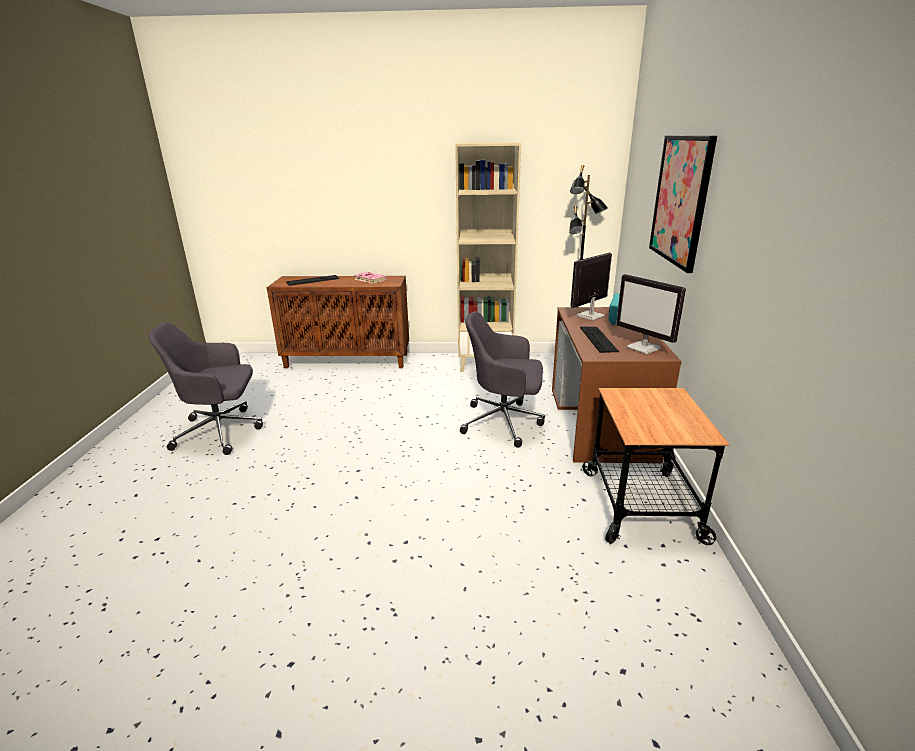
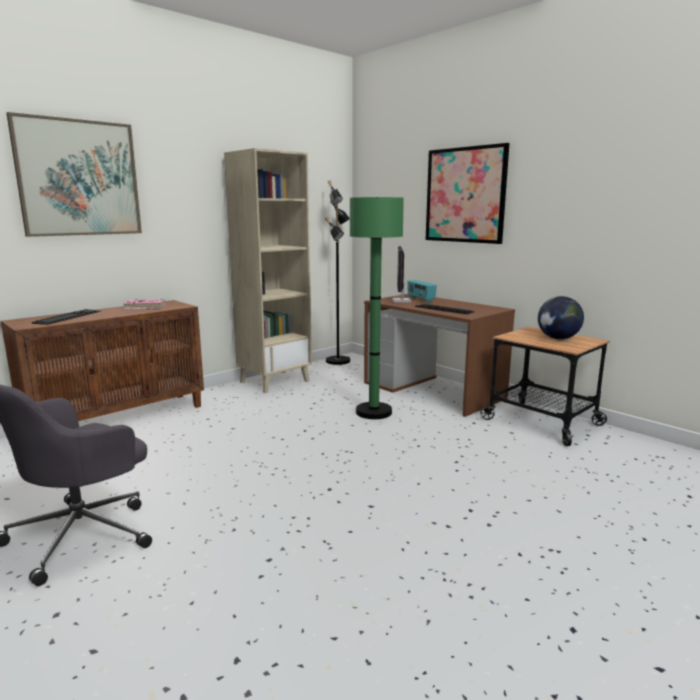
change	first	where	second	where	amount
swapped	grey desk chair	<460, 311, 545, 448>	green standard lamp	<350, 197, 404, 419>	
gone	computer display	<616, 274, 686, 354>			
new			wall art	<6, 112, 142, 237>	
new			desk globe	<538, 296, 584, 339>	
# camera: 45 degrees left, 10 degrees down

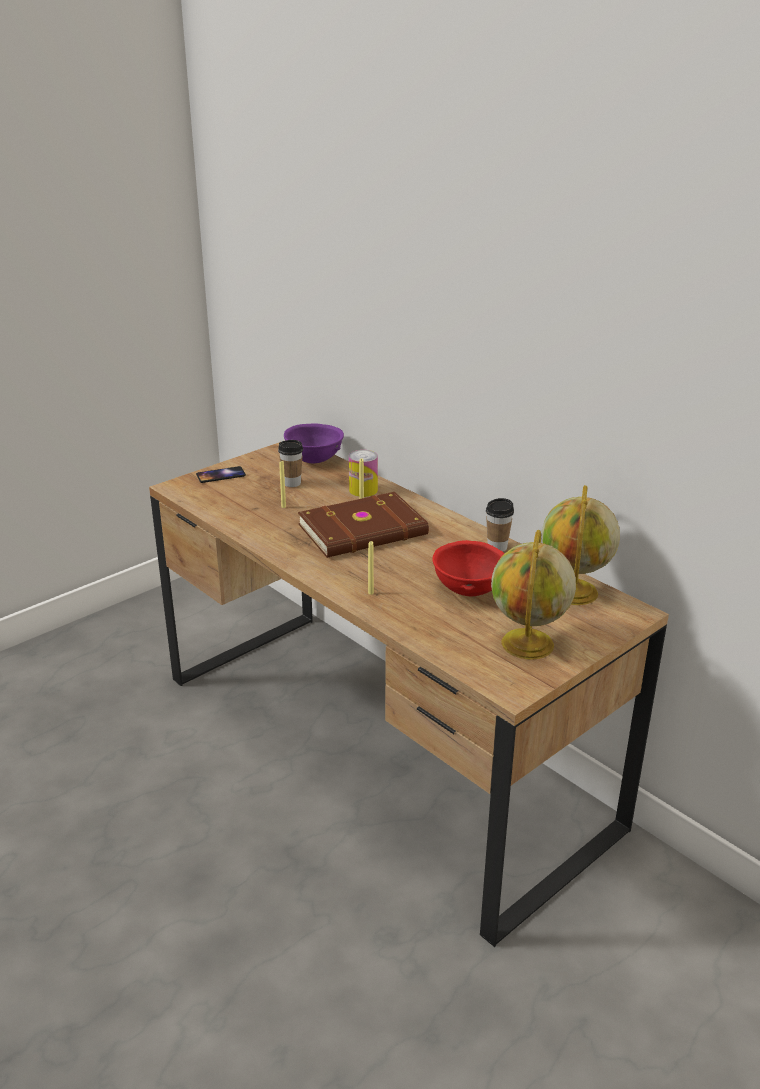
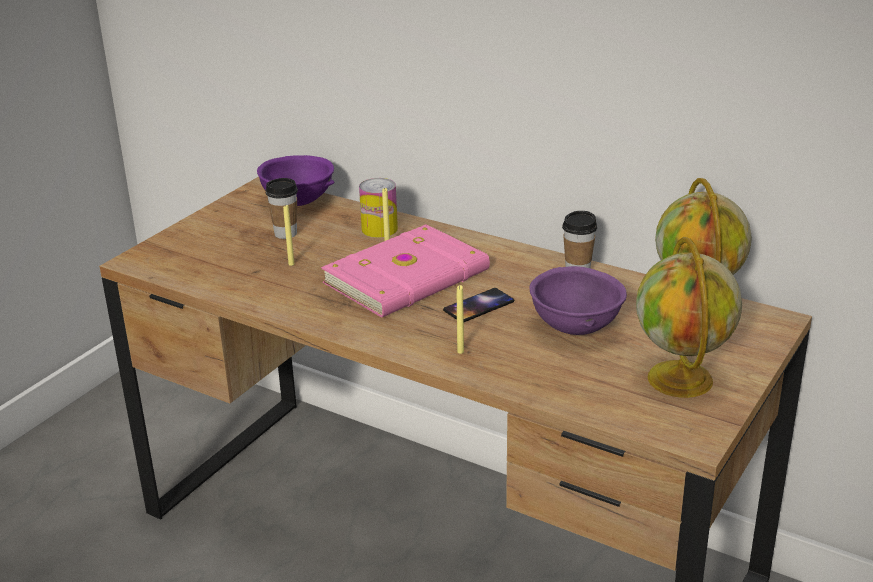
change	first	where	second	where	amount
shifted	handset	<196, 466, 246, 483>		<443, 288, 514, 322>	
repainted	brown-coloured bound book	<298, 492, 429, 558>	pinkish bound book	<321, 224, 490, 317>	
repainted	red bowl	<432, 540, 505, 597>	purplish bowl	<530, 266, 627, 335>	
# camera: 15 degrees left, 0 degrees up

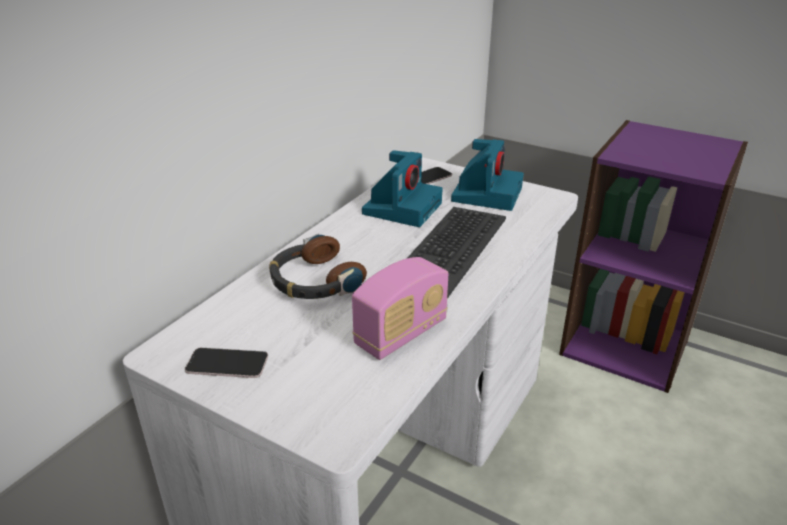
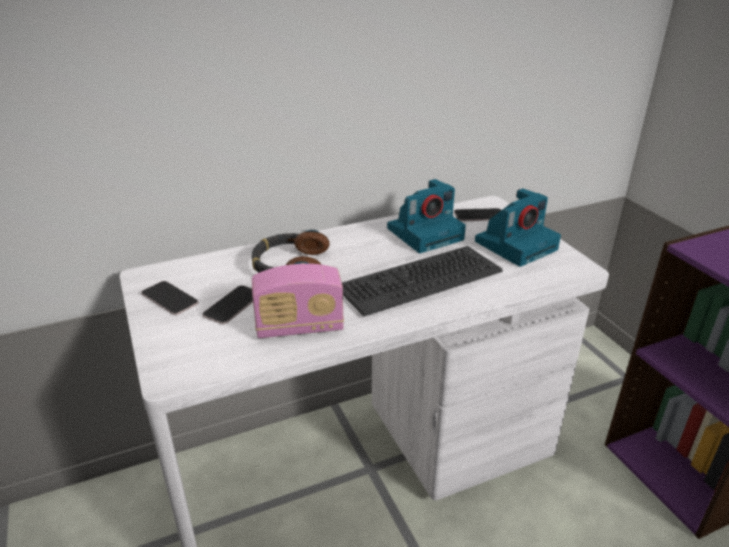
change	first	where	second	where	amount
new			handset	<202, 285, 253, 324>	
# camera: 35 degrees right, 0 degrees up

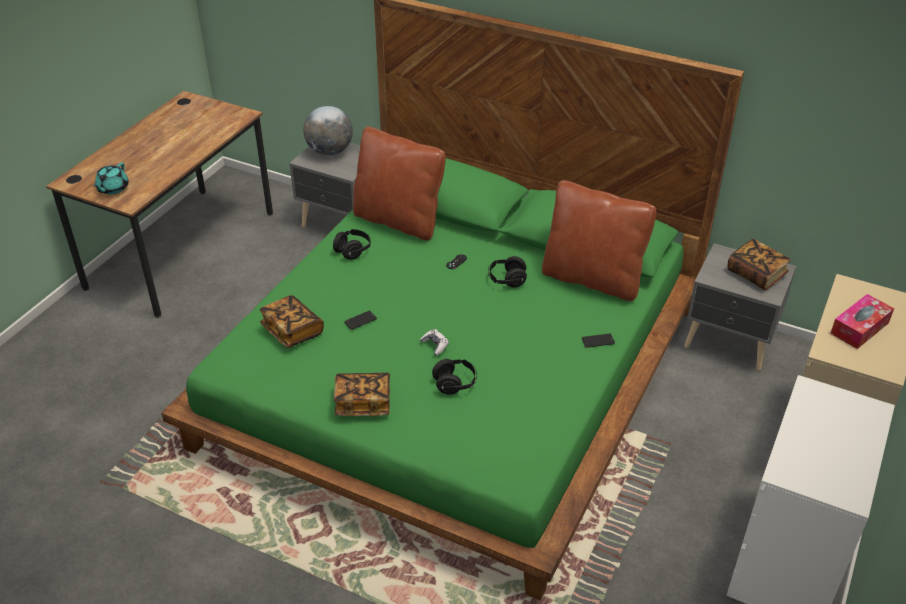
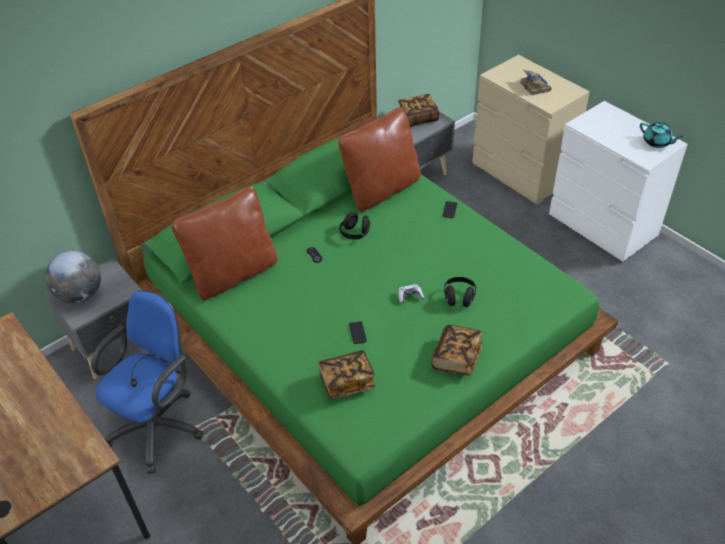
change	first	where	second	where	amount
shifted	turquoise-coloured pot for tea	<93, 162, 129, 195>		<640, 122, 683, 148>	
gone	black-coloured pair of headphones	<333, 229, 371, 260>			
swapped	box of tissues	<830, 294, 894, 349>	bound book	<520, 69, 552, 96>	
new			blue-coloured desk chair	<91, 290, 204, 474>	
# camera: 65 degrees left, 5 degrees up

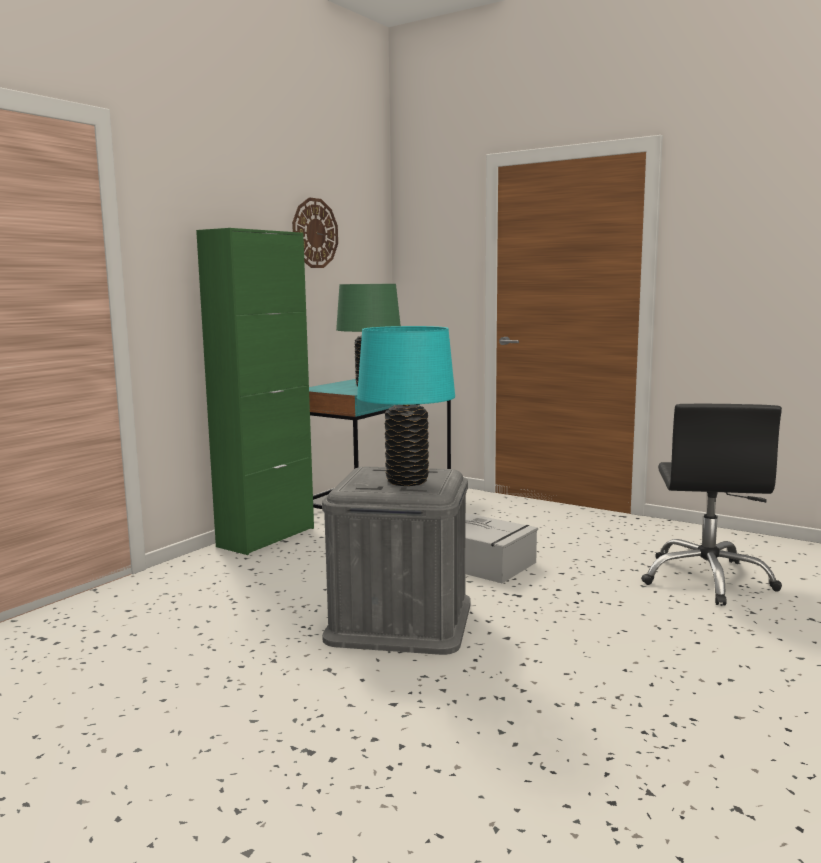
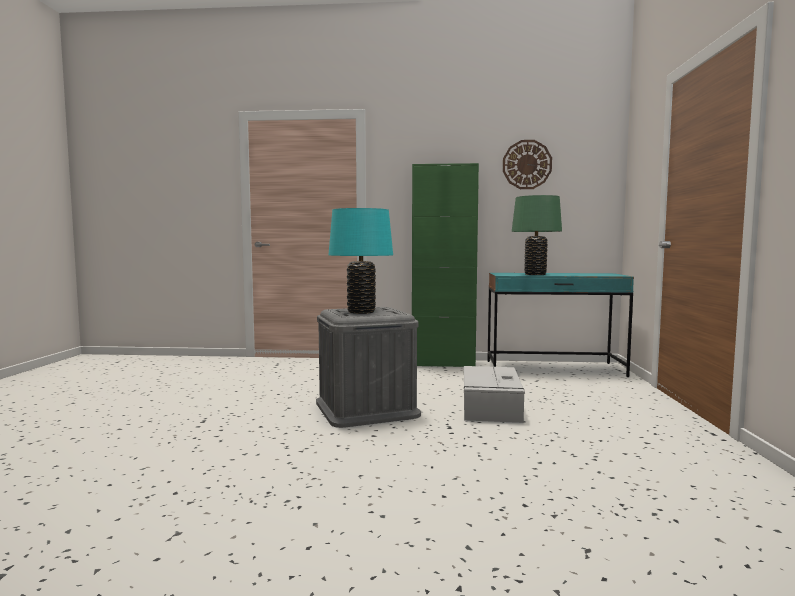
change	first	where	second	where	amount
gone	black-coloured desk chair	<641, 404, 782, 605>			
# camera: 60 degrees right, 5 degrees down

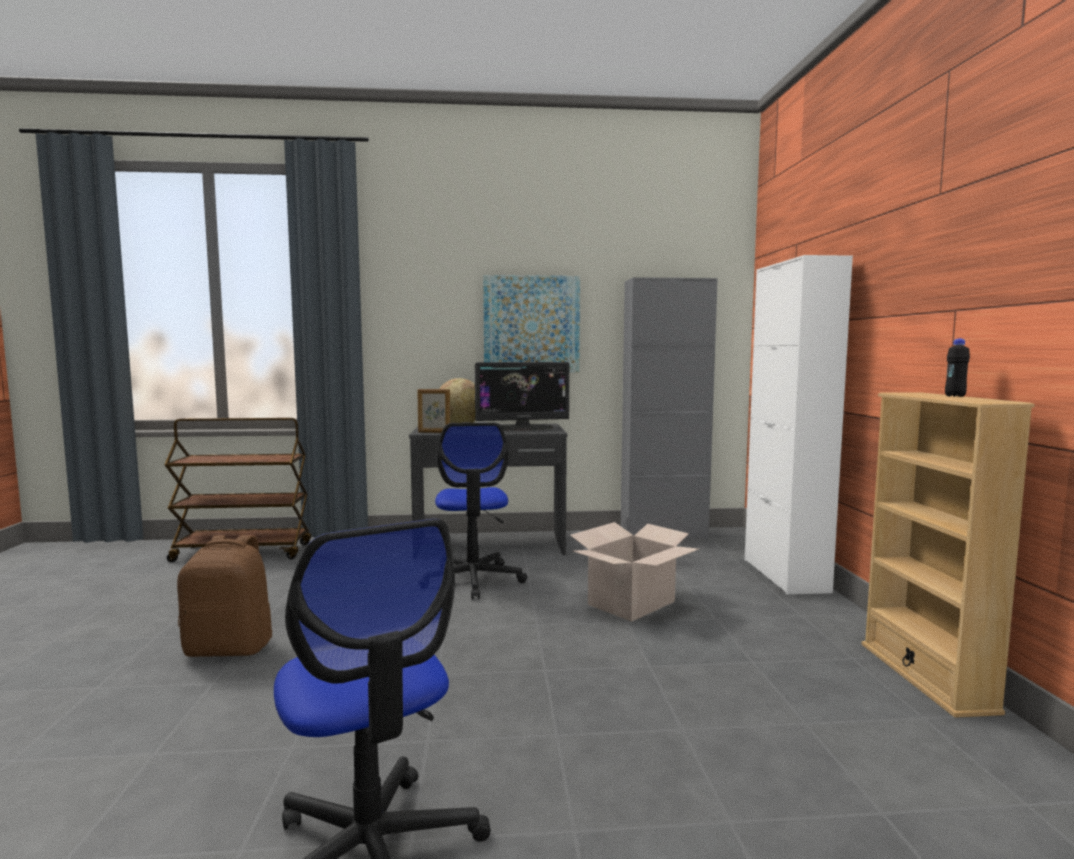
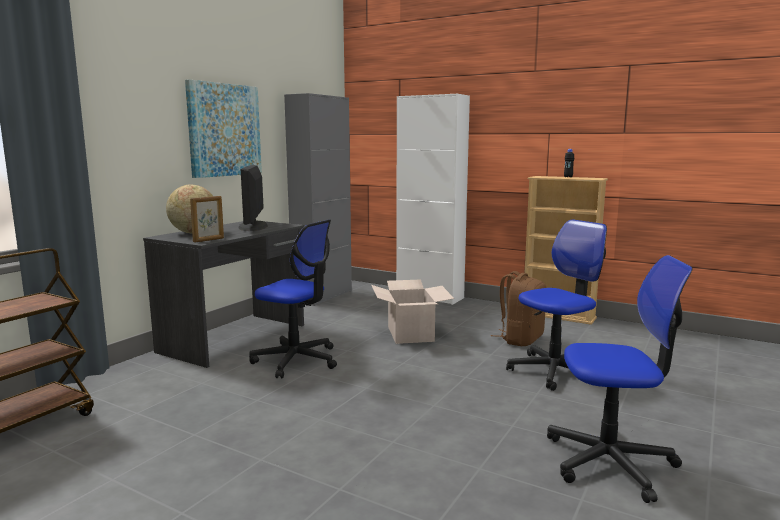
change	first	where	second	where	amount
shifted	brown-coloured rucksack	<177, 535, 272, 657>		<491, 271, 546, 346>	
rotated	computer display	<475, 362, 569, 431>		<239, 164, 268, 231>	150 degrees clockwise
new			desk chair	<506, 219, 607, 391>	
# camera: 55 degrees left, 5 degrees up

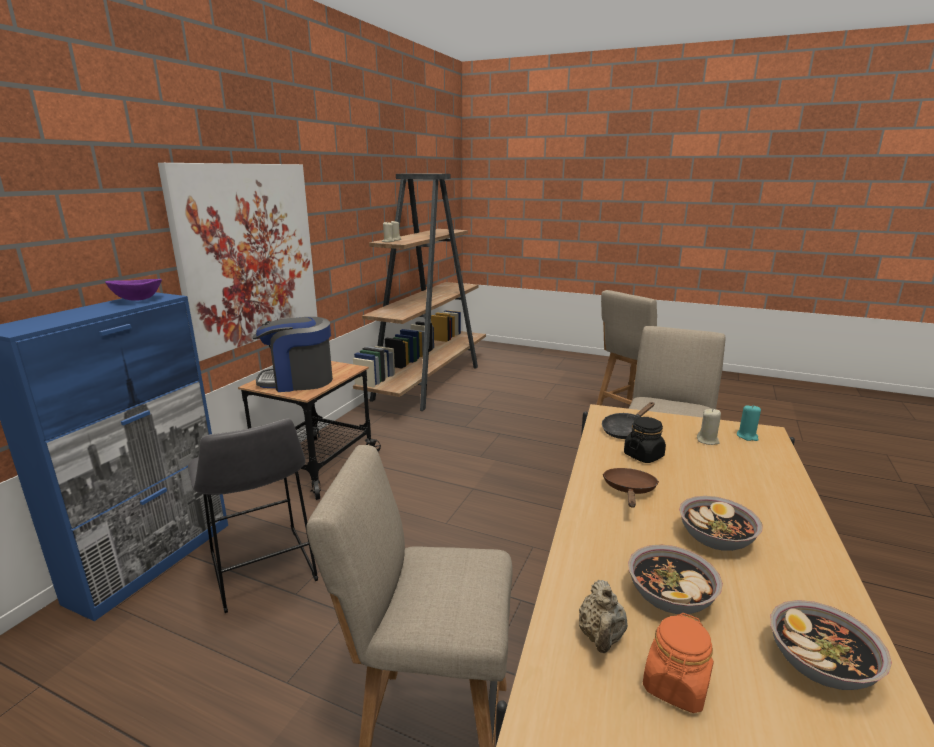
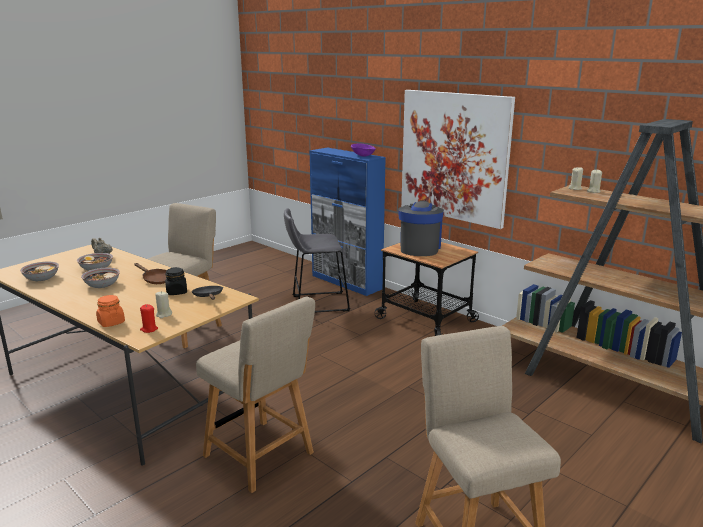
change	first	where	second	where	amount
shifted	orange jar	<643, 613, 714, 713>		<96, 295, 125, 327>	
repainted	turquoise-coloured wax light	<737, 405, 761, 441>	red wax light	<140, 304, 158, 333>	
# camera: 110 degrees right, 0 degrees up

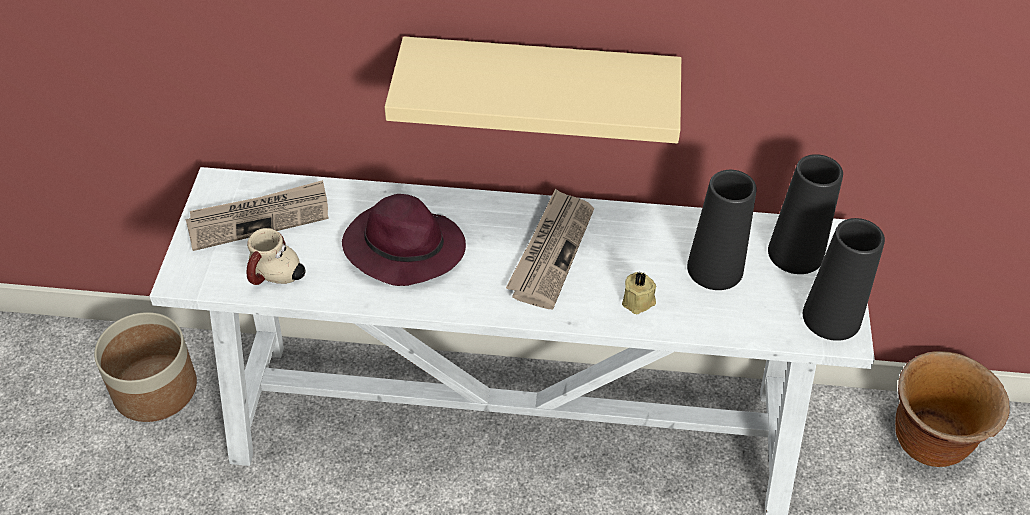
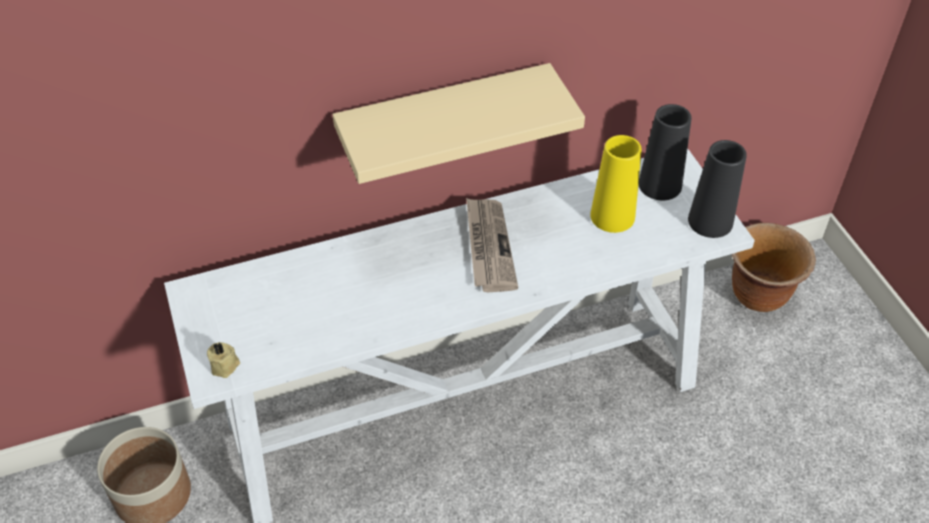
change	first	where	second	where	amount
gone	newspaper	<186, 180, 329, 251>			
gone	tea mug	<246, 228, 305, 285>			
gone	purplish hat	<342, 194, 466, 286>			
shifted	sand-coloured wax light	<622, 272, 656, 314>		<207, 342, 240, 378>	
repainted	black-coloured vase	<687, 170, 757, 290>	yellow-coloured vase	<590, 135, 642, 233>	
# camera: 25 degrees left, 0 degrees up

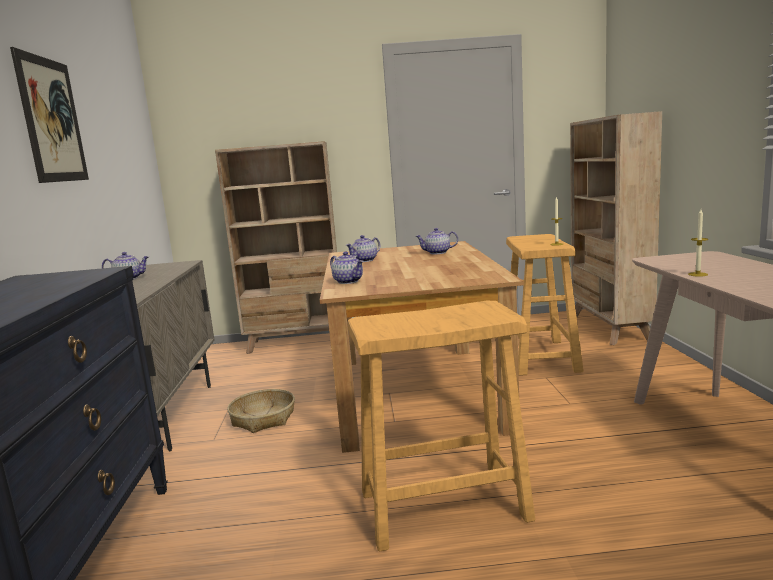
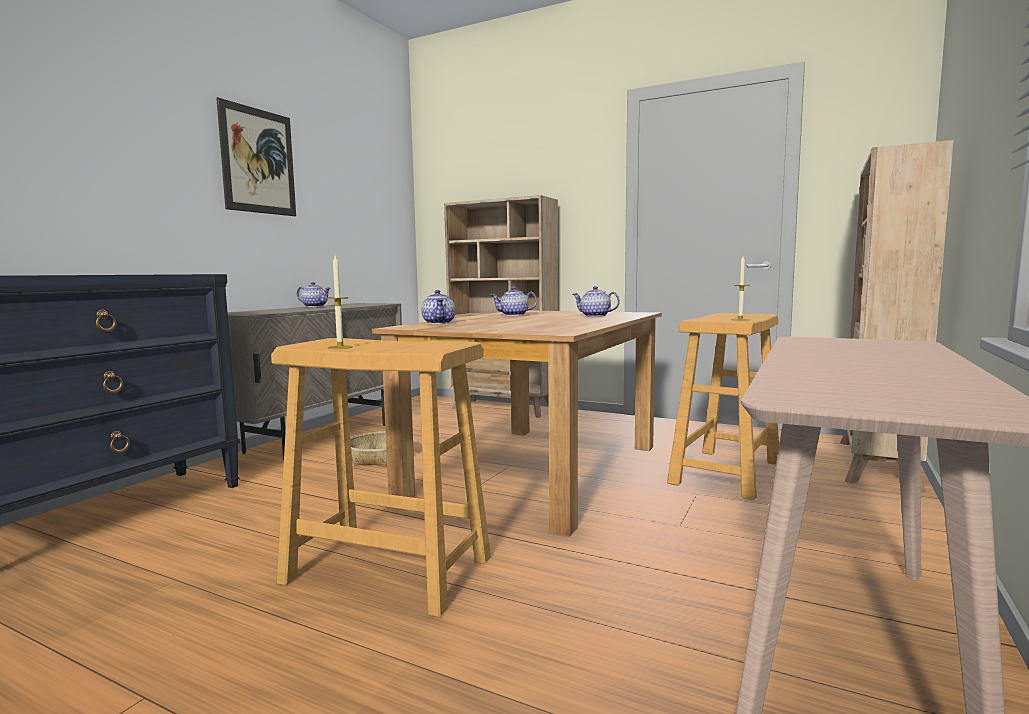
change	first	where	second	where	amount
shifted	wax light	<688, 210, 708, 277>		<327, 256, 353, 349>	
# camera: 30 degrees right, 5 degrees down

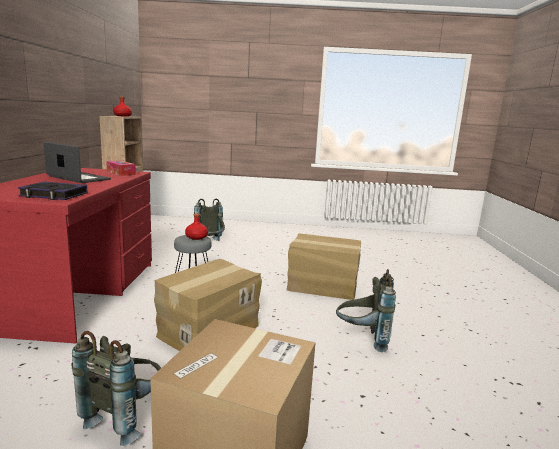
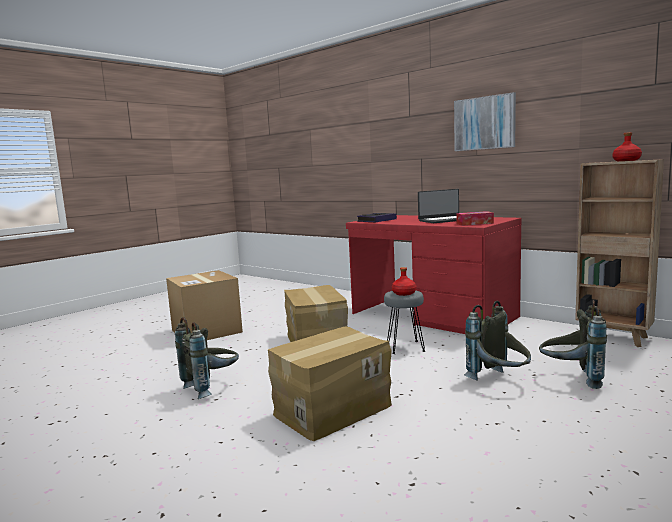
change	first	where	second	where	amount
shifted	grey rucksack	<72, 331, 161, 446>		<464, 301, 531, 381>	
new			wall art	<454, 92, 516, 151>	
# camera: 130 degrees right, 5 degrees down

